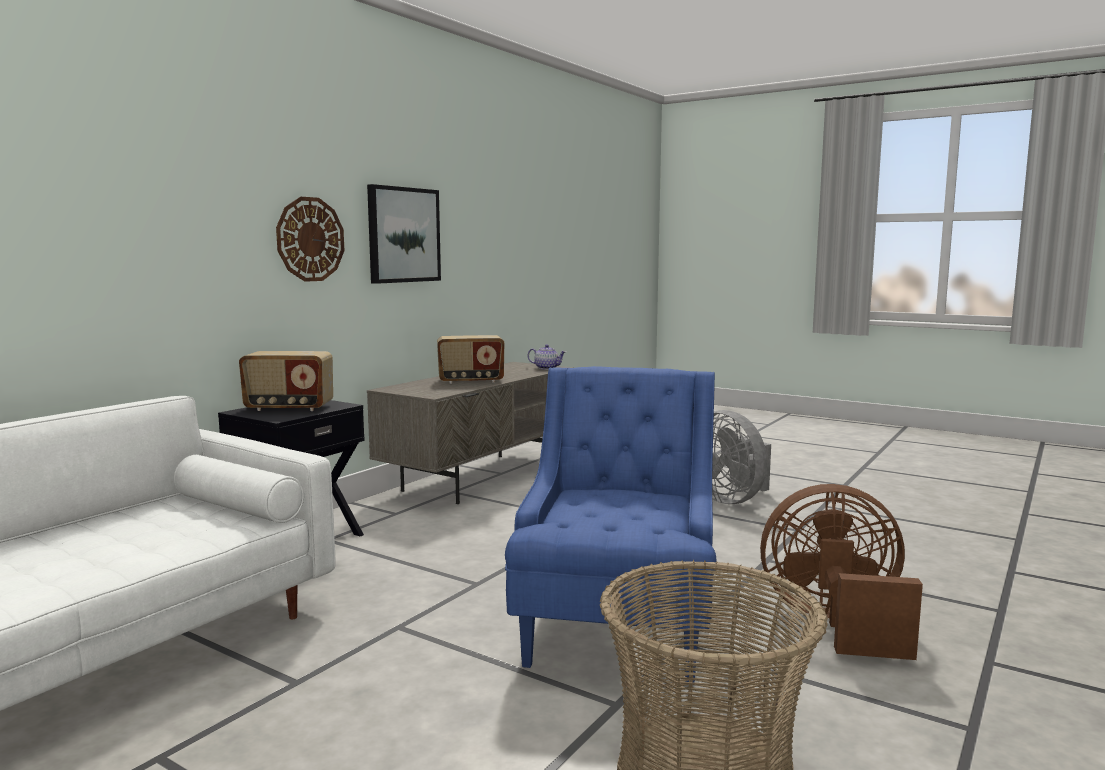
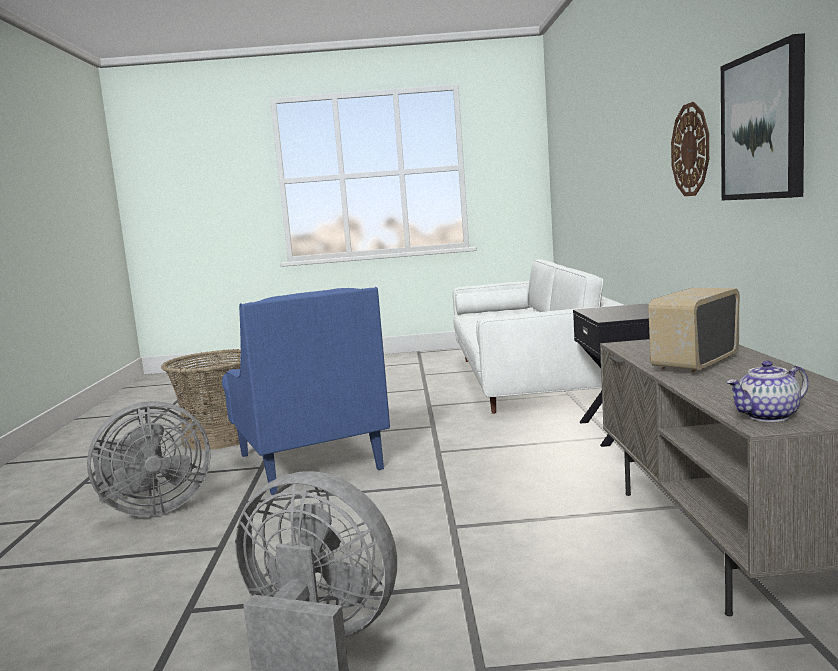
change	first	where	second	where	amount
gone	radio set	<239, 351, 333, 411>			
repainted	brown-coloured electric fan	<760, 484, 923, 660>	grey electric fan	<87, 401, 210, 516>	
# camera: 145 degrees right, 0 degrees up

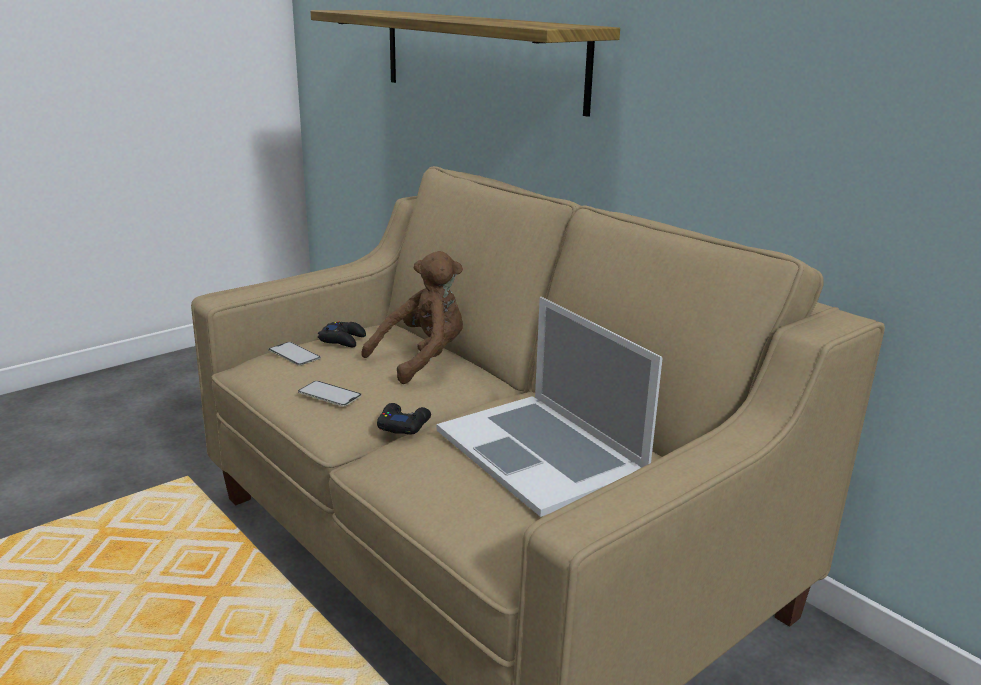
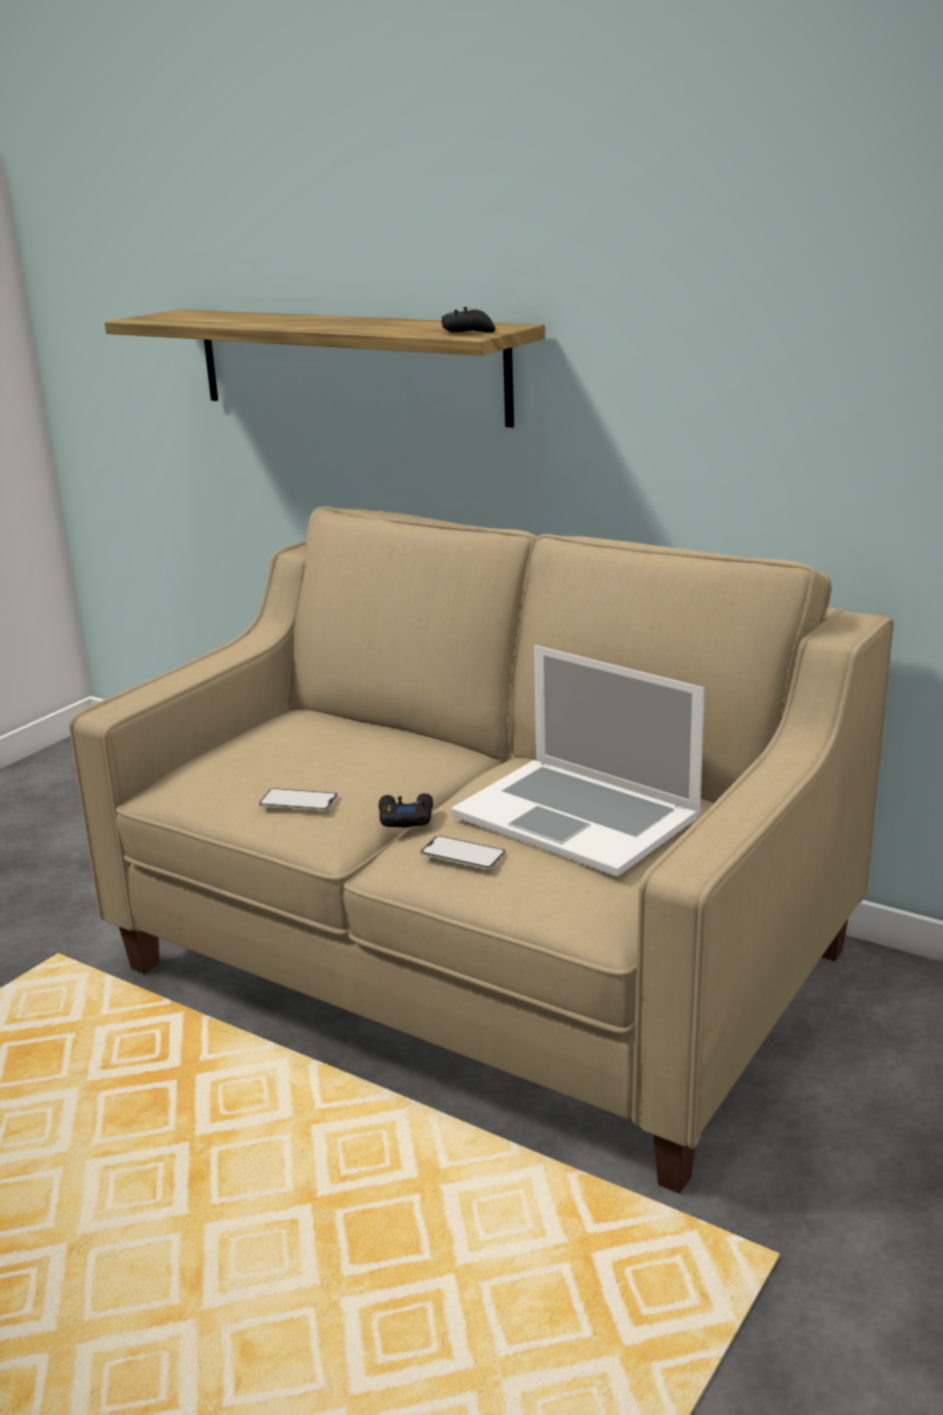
change	first	where	second	where	amount
shifted	handset	<269, 342, 321, 366>		<421, 836, 506, 869>	
shifted	black-coloured joypad	<318, 321, 366, 347>		<441, 307, 495, 333>	
gone	brown-coloured plush toy	<361, 251, 463, 384>			
# camera: 15 degrees left, 0 degrees up

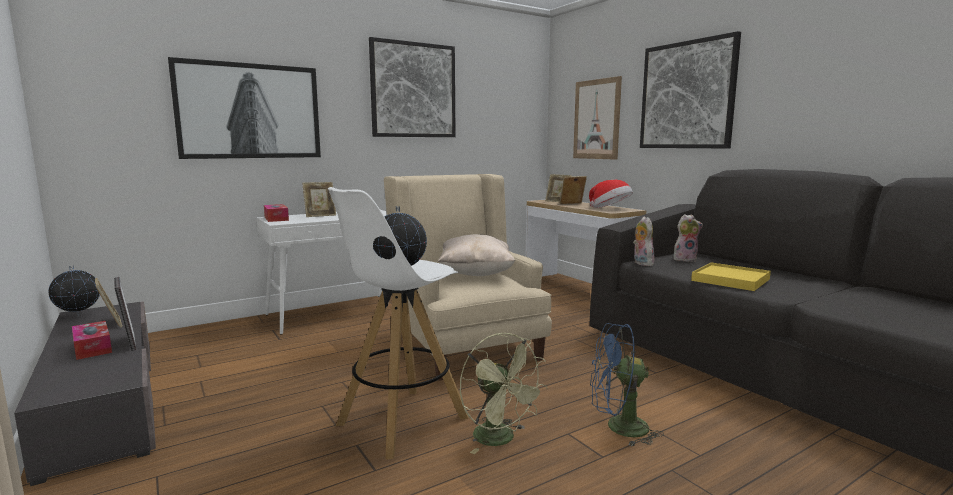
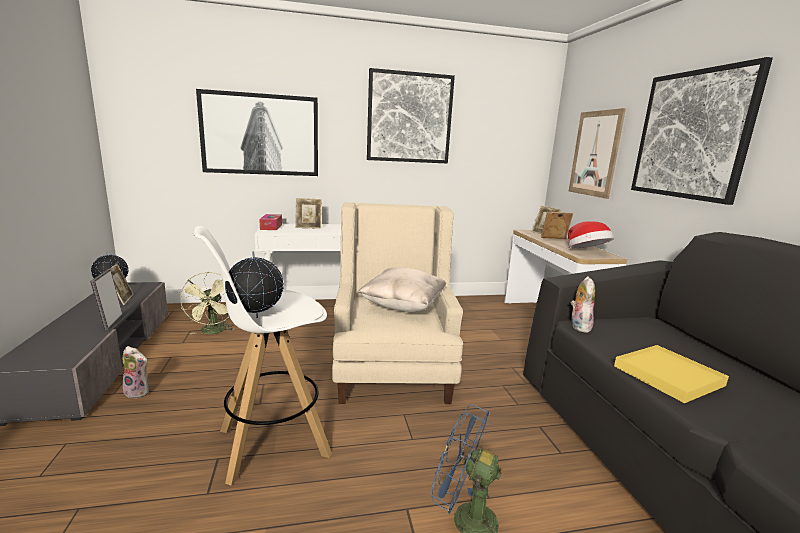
change	first	where	second	where	amount
gone	box of tissues	<72, 321, 112, 360>			
shifted	green electric fan	<460, 333, 547, 454>		<179, 272, 235, 334>	
shifted	plush toy	<673, 214, 703, 262>		<123, 346, 149, 399>	
# camera: 20 degrees right, 5 degrees up

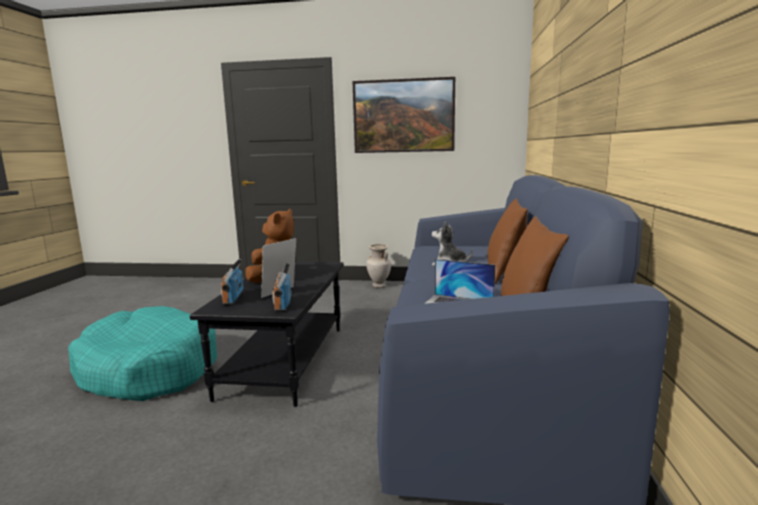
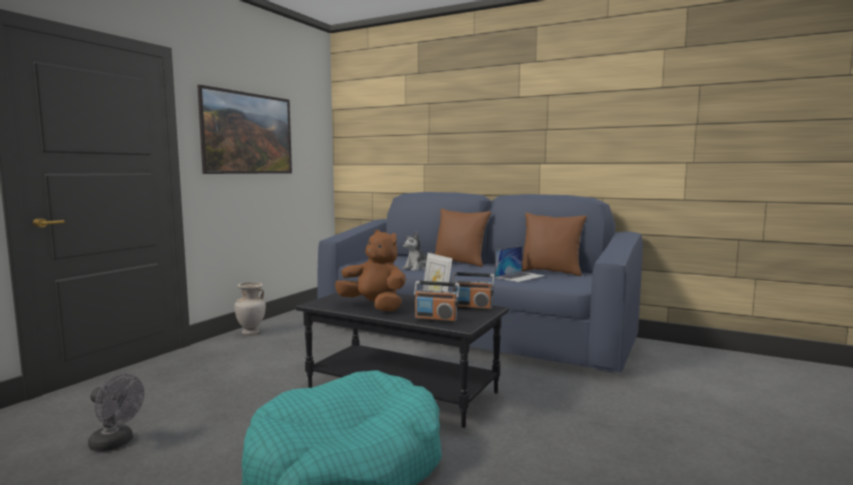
change	first	where	second	where	amount
new			grey electric fan	<88, 374, 144, 452>	
# camera: 70 degrees left, 5 degrees down

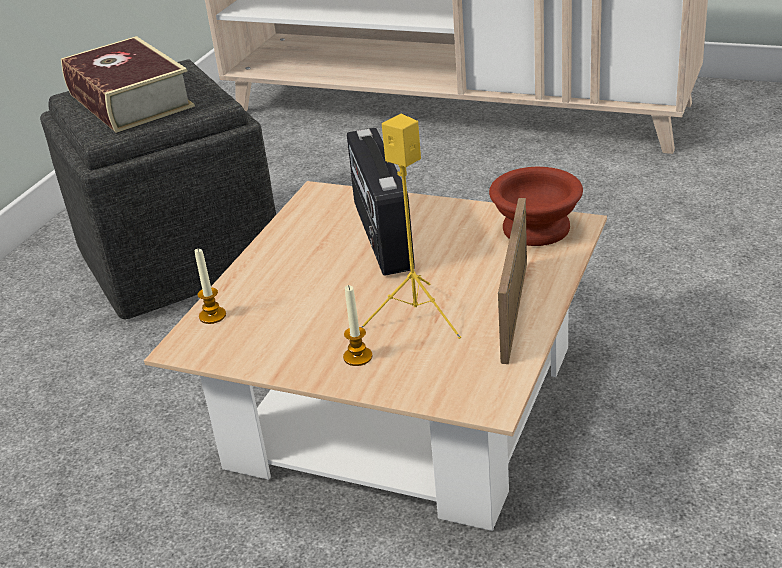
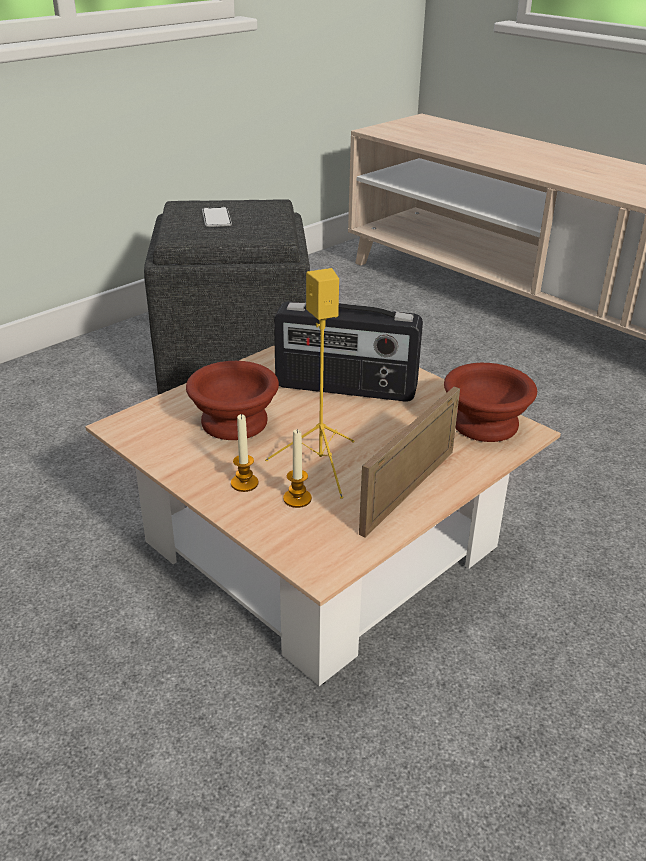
change	first	where	second	where	amount
swapped	bound book	<61, 36, 195, 133>	handset	<202, 207, 232, 227>	
shifted	wax light	<194, 247, 226, 324>		<283, 430, 312, 508>	
rotated	radio set	<347, 128, 415, 276>		<274, 301, 423, 402>	90 degrees counterclockwise
new			brown-coloured bowl	<186, 361, 279, 440>	
# camera: 20 degrees right, 0 degrees up

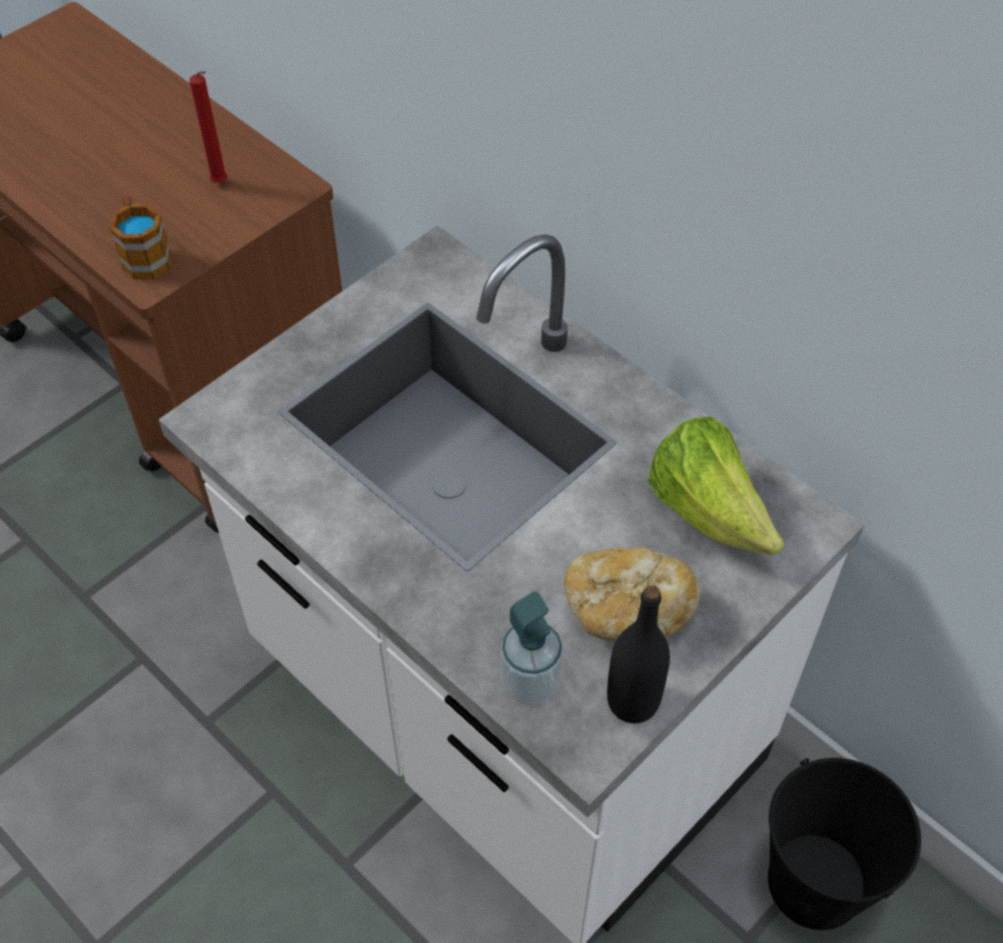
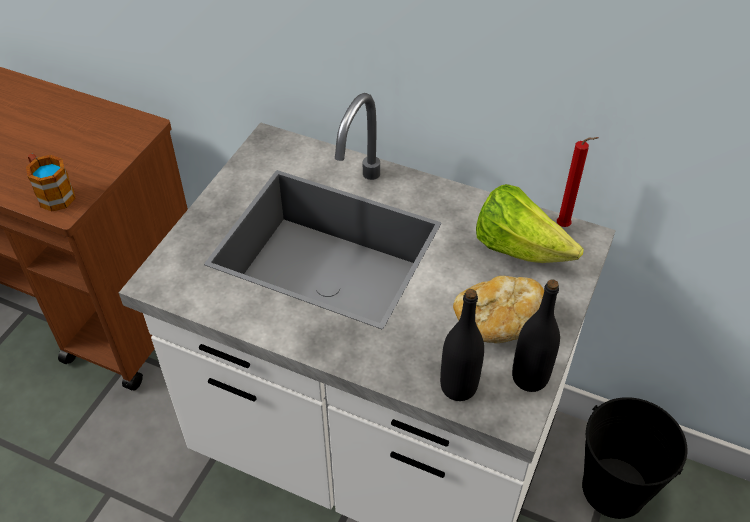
change	first	where	second	where	amount
shifted	red wax light	<189, 71, 227, 183>		<557, 137, 599, 227>	
swapped	soap bottle	<500, 591, 563, 705>	black-coloured bottle	<440, 289, 484, 401>	
# camera: 20 degrees left, 5 degrees down

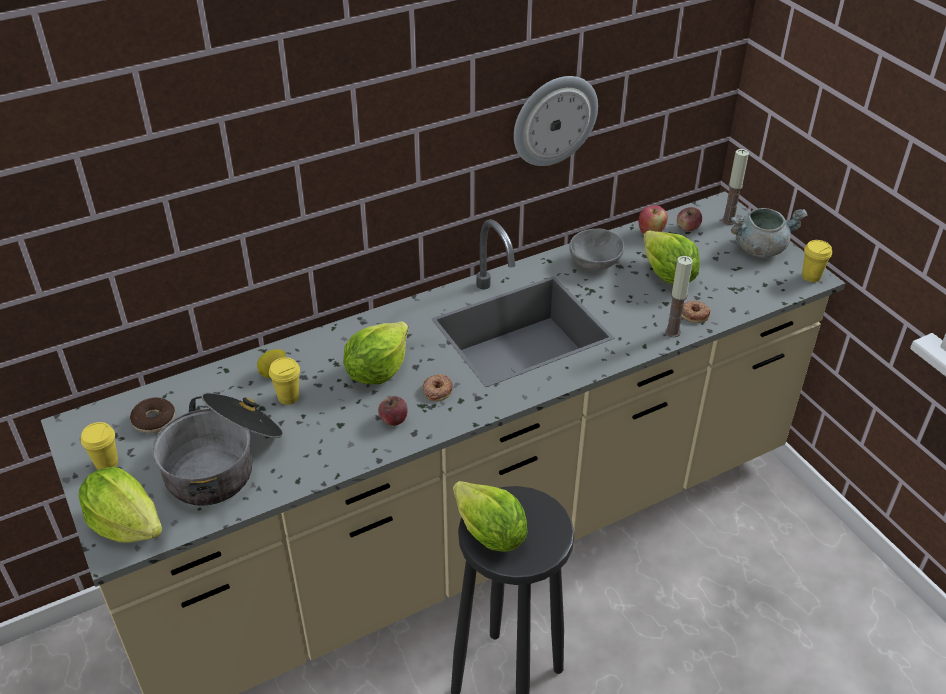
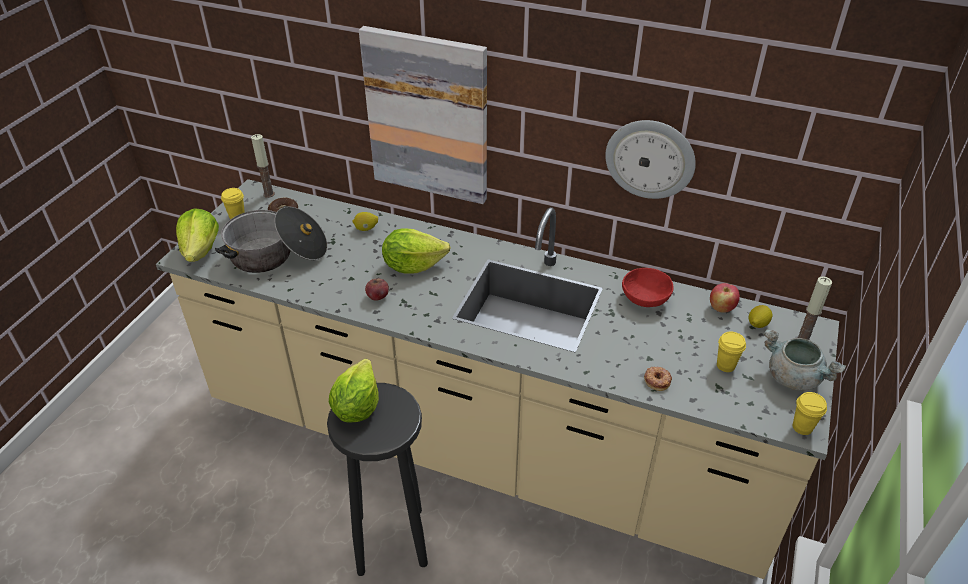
change	first	where	second	where	amount
shifted	yellow-coloured drinking cup	<269, 357, 300, 405>		<717, 332, 746, 372>	
gone	doughnut	<422, 374, 453, 401>			
repainted	grey bowl	<569, 229, 624, 270>	red bowl	<622, 268, 674, 307>	
gone	head of lettuce	<643, 230, 700, 284>			
shifted	wax light	<665, 256, 693, 337>		<251, 134, 275, 198>	
swapped	apple fruit	<677, 207, 702, 231>	citrus fruit	<749, 305, 773, 328>	
new			wall art	<359, 26, 487, 204>	
# camera: 50 degrees right, 0 degrees up

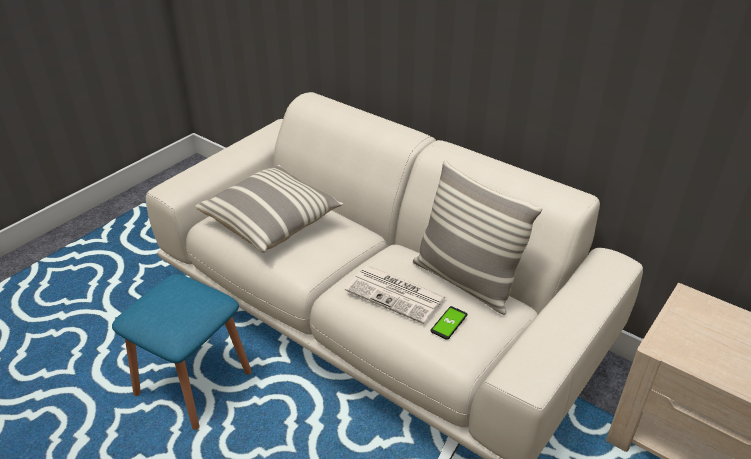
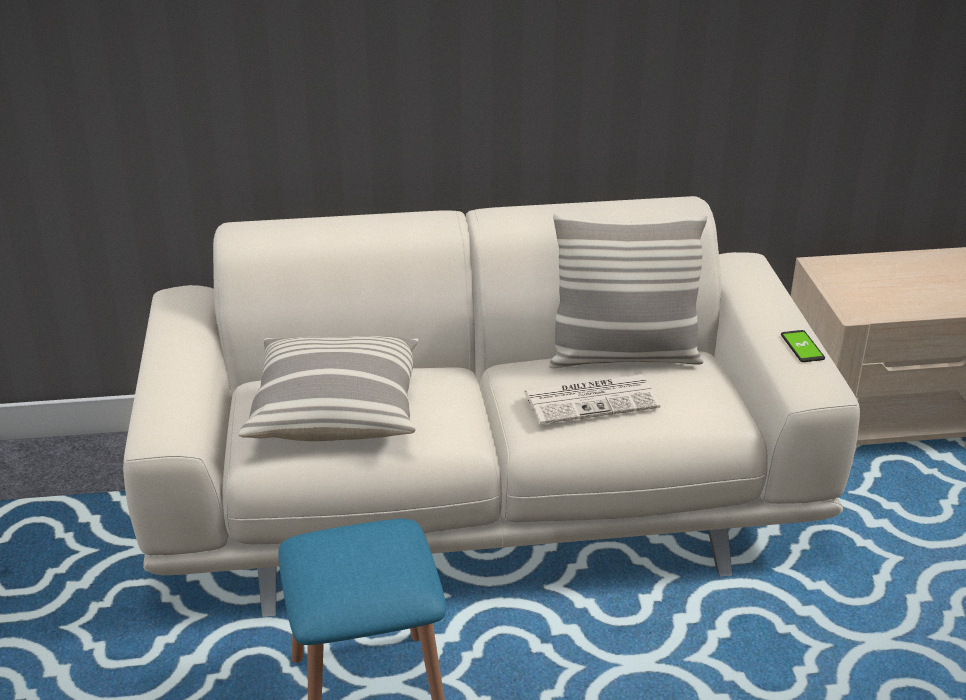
change	first	where	second	where	amount
shifted	handset	<430, 306, 467, 340>		<781, 330, 825, 362>	
# camera: 45 degrees left, 5 degrees down

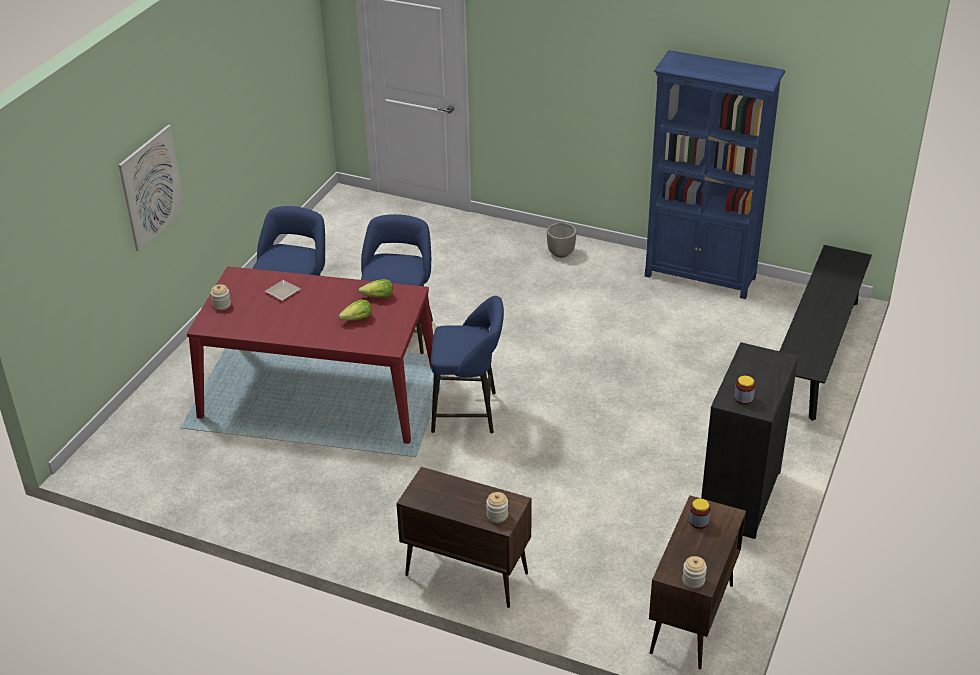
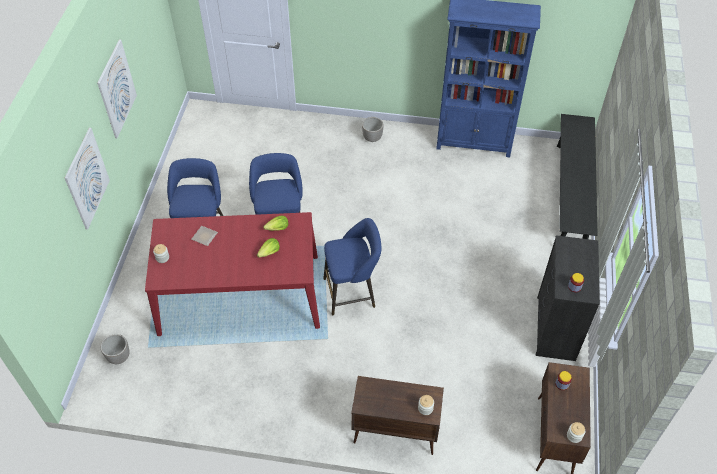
change	first	where	second	where	amount
new			wall art	<97, 40, 137, 138>	
new			planter	<101, 334, 129, 364>	
# camera: 15 degrees left, 15 degrees up

